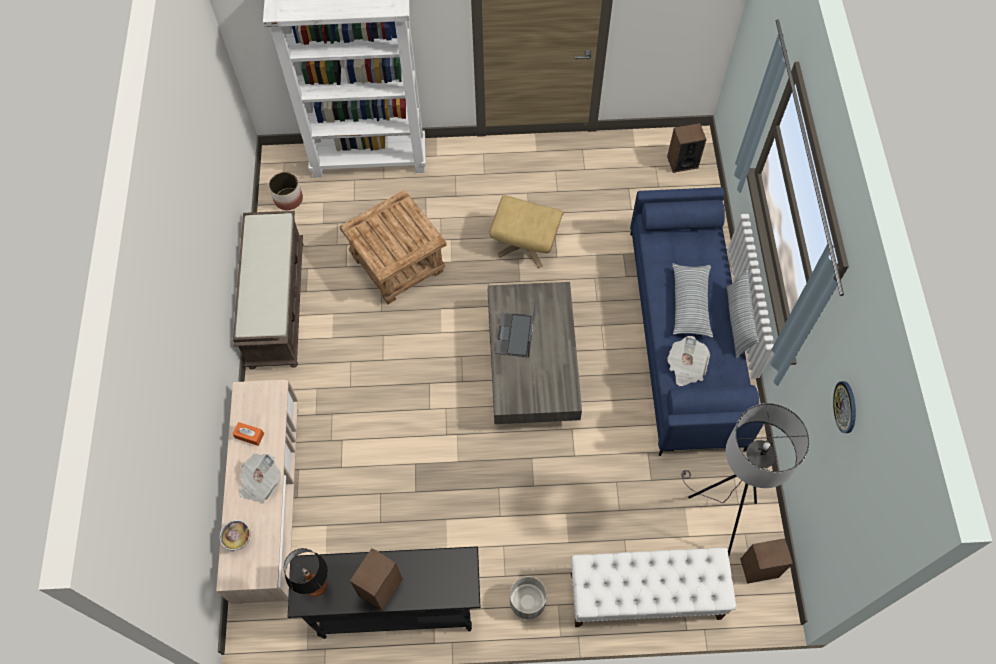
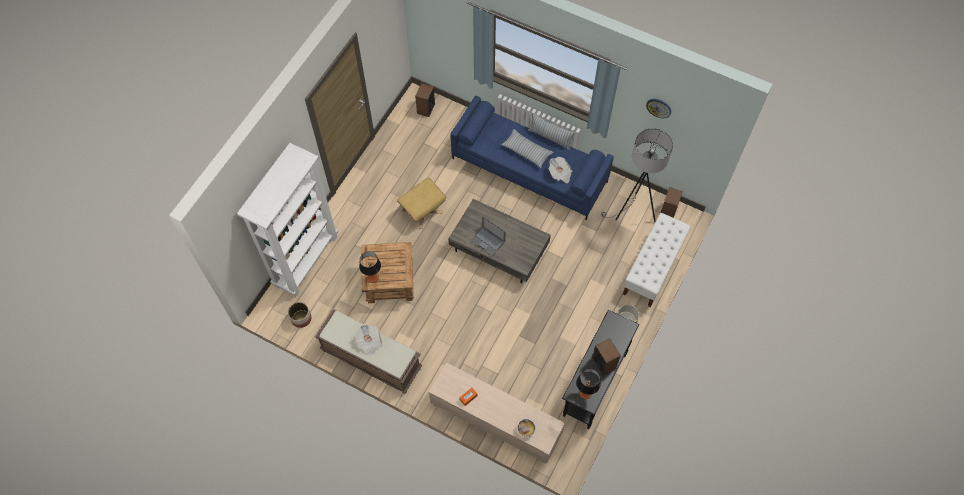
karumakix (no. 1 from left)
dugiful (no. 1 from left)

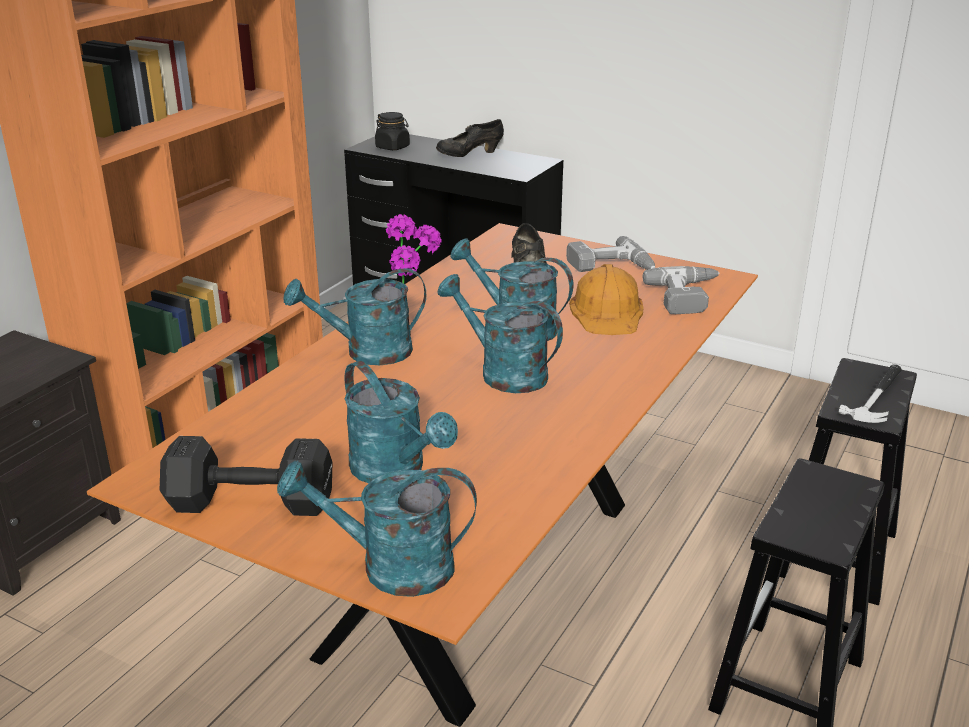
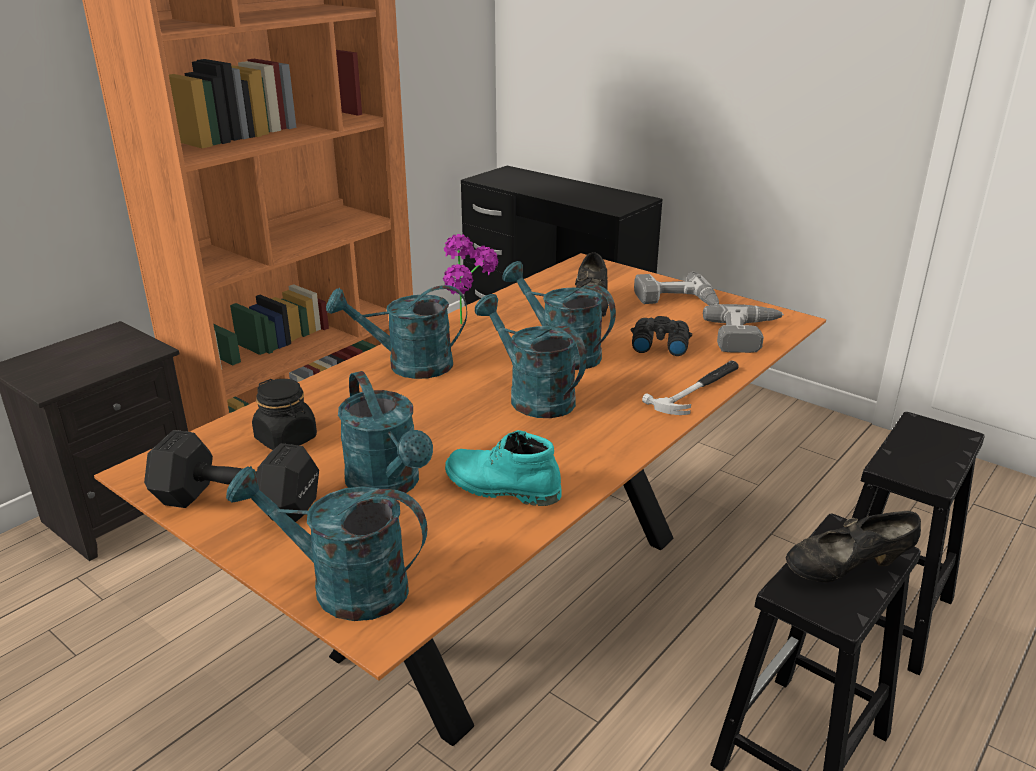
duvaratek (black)
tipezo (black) (no. 2 from left)
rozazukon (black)
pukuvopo
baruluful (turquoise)

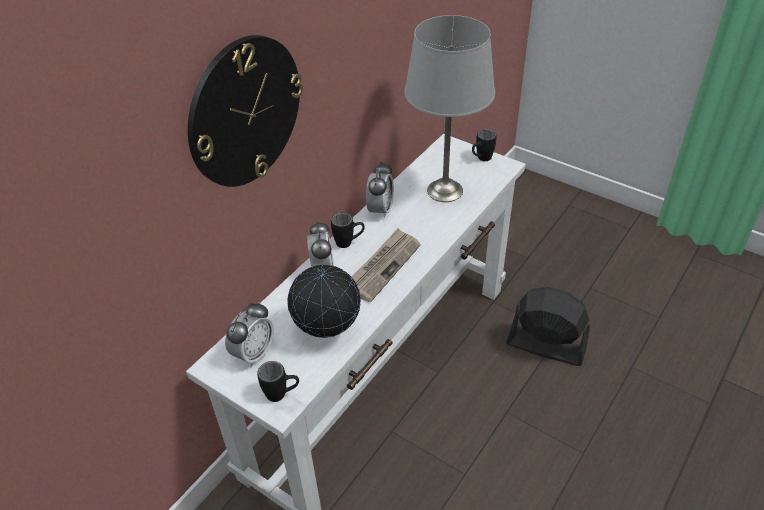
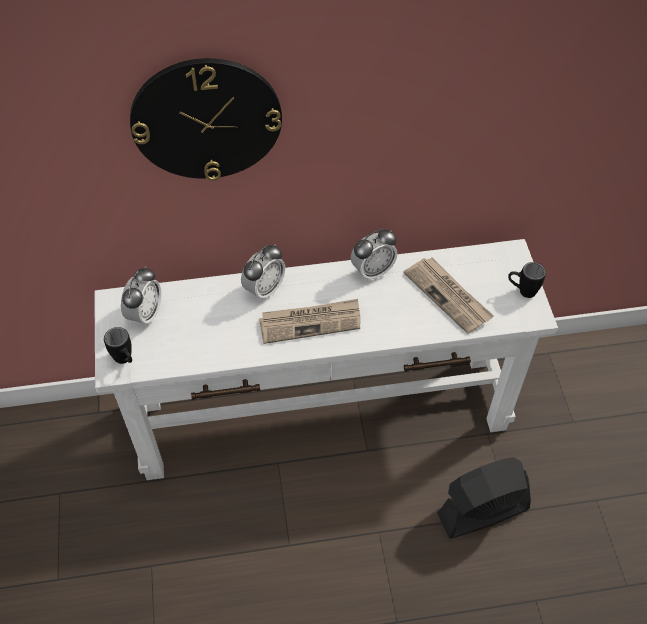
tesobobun (no. 1 from left)
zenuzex
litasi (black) (no. 2 from left in the first image)
karumakix (no. 2 from left)
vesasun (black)

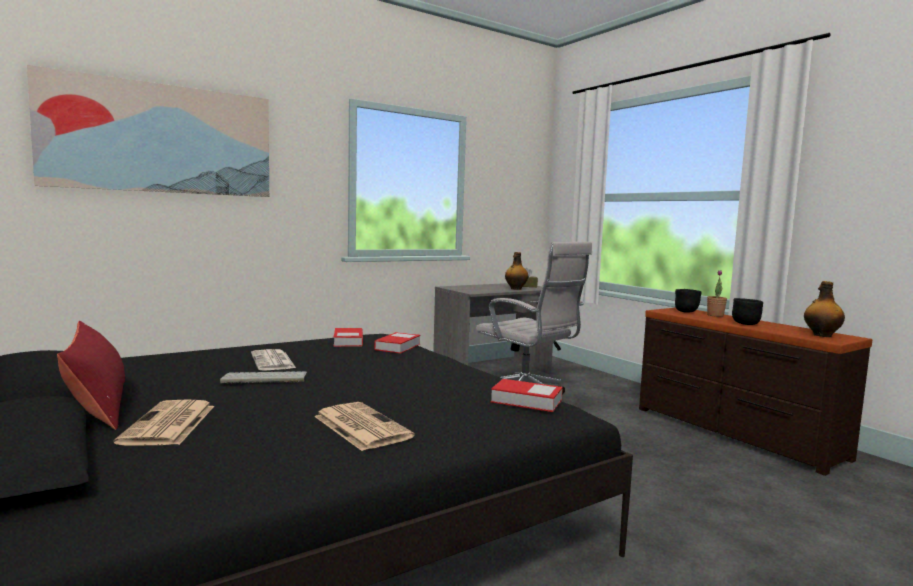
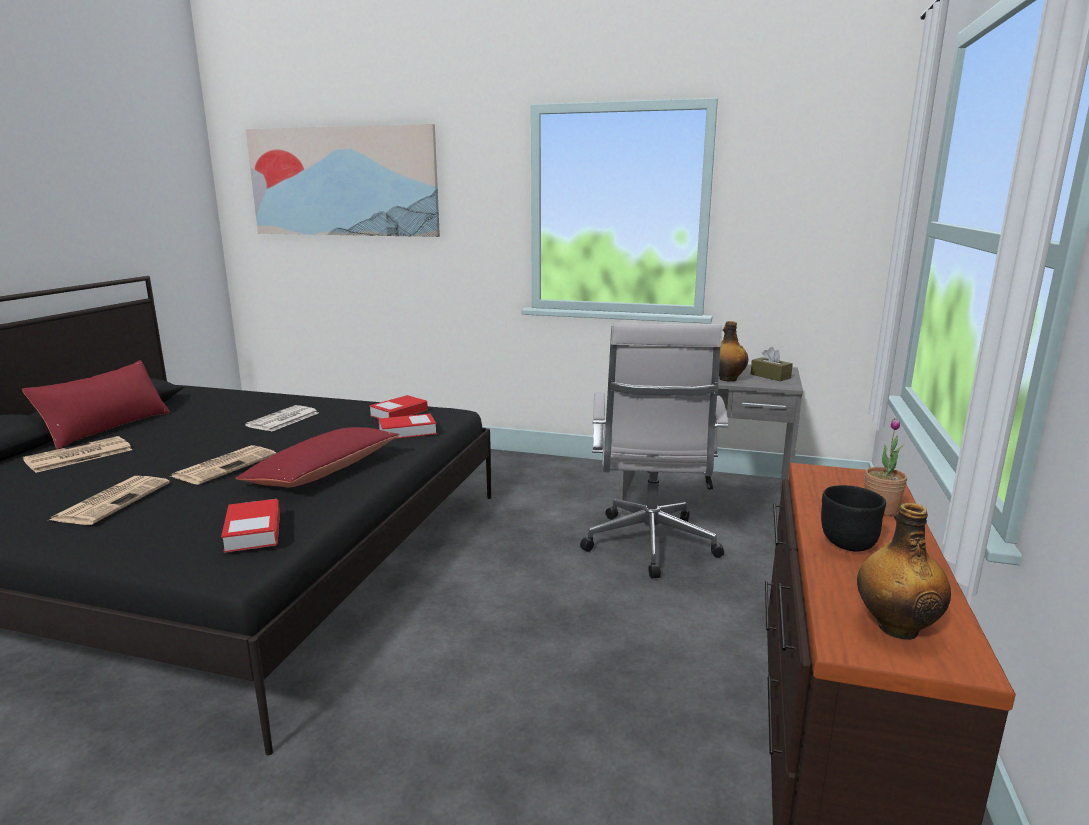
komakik
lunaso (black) (no. 1 from left in the first image)
karumakix (no. 3 from left)
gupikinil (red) (no. 2 from left)

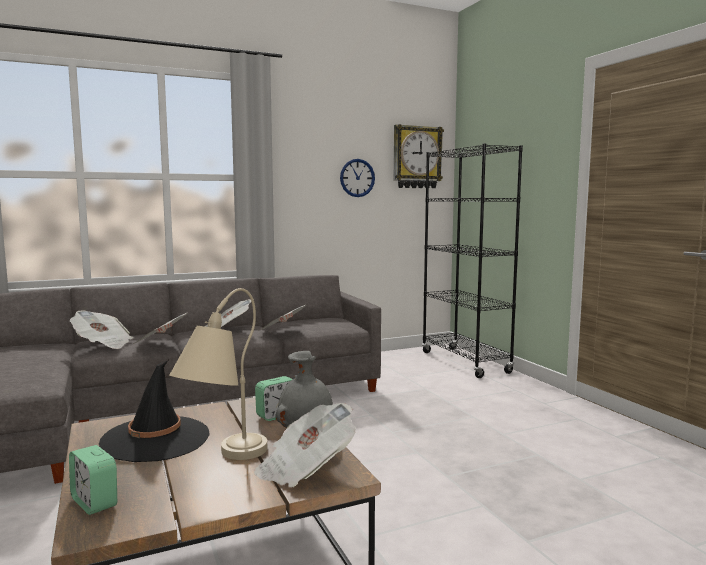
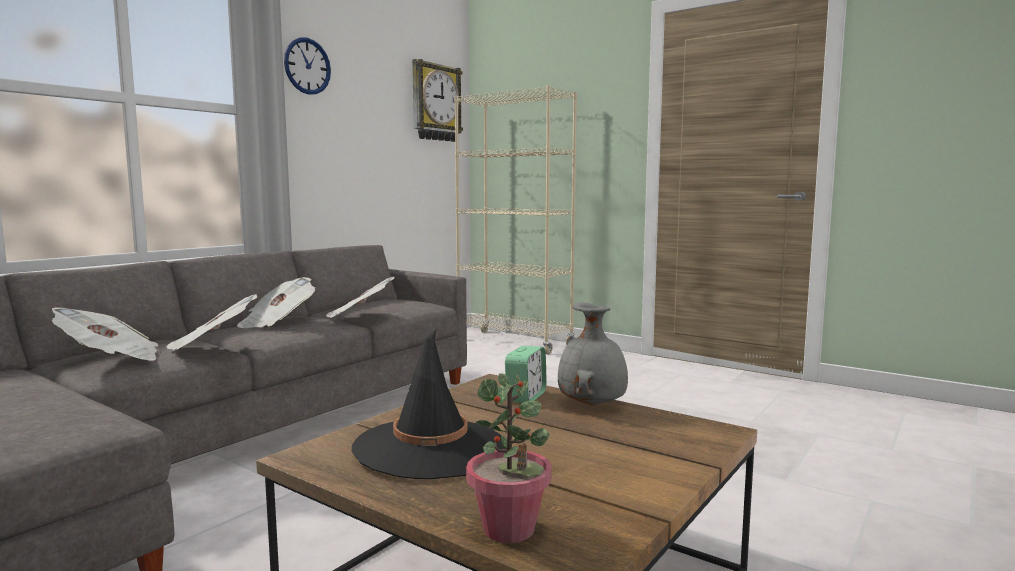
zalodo
dugiful (beige)
karumakix (no. 5 from left in the first image)
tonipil (no. 1 from left)
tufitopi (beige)

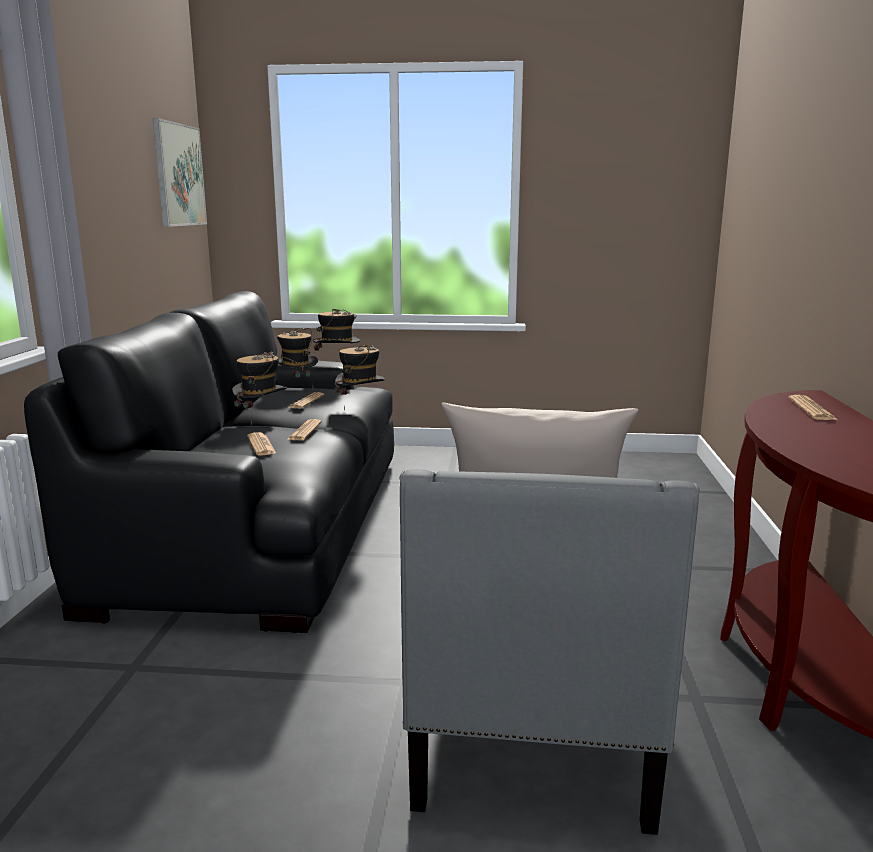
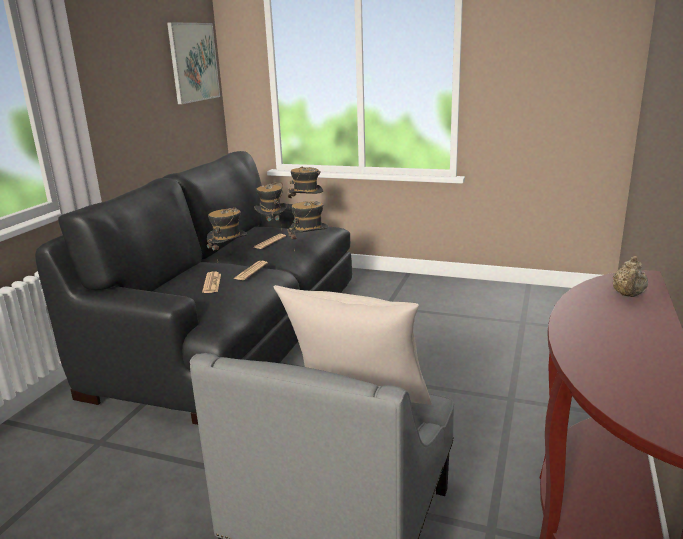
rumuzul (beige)

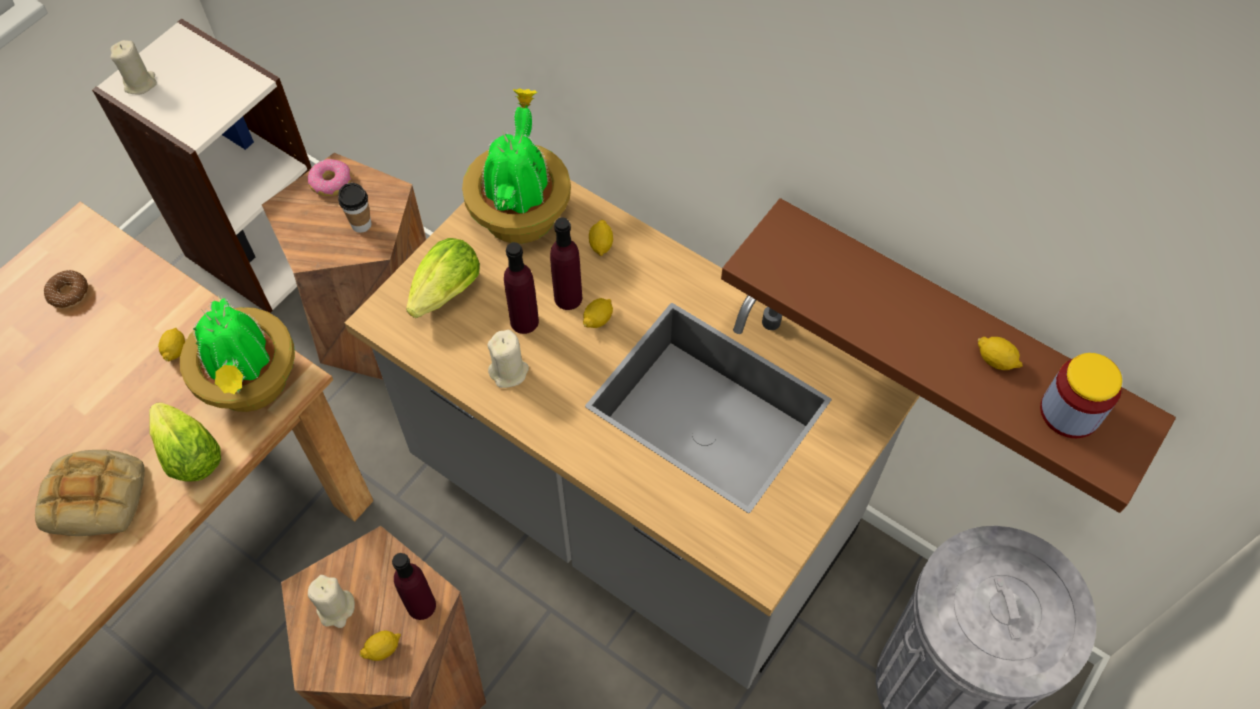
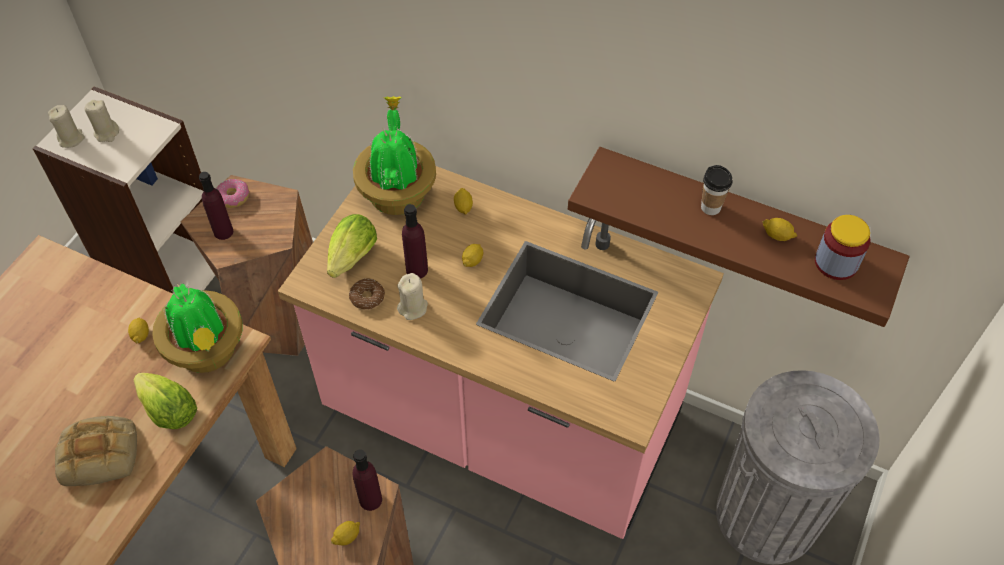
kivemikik (no. 2 from left)
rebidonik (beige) (no. 2 from left)
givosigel
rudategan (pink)
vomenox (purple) (no. 1 from left)

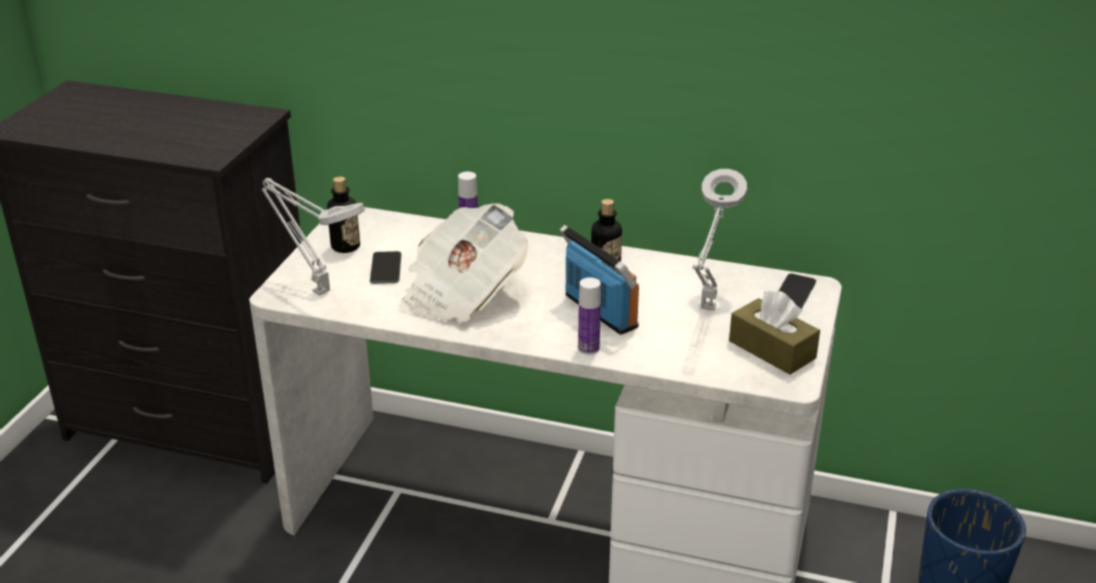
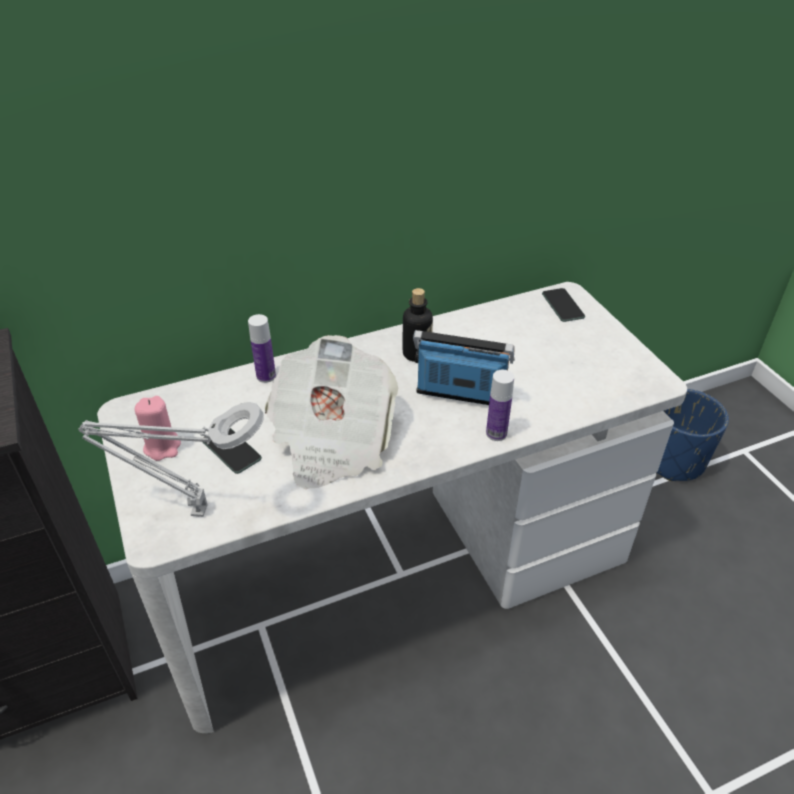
rebidonik (pink)
dugiful (grey) (no. 2 from left in the first image)
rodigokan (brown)

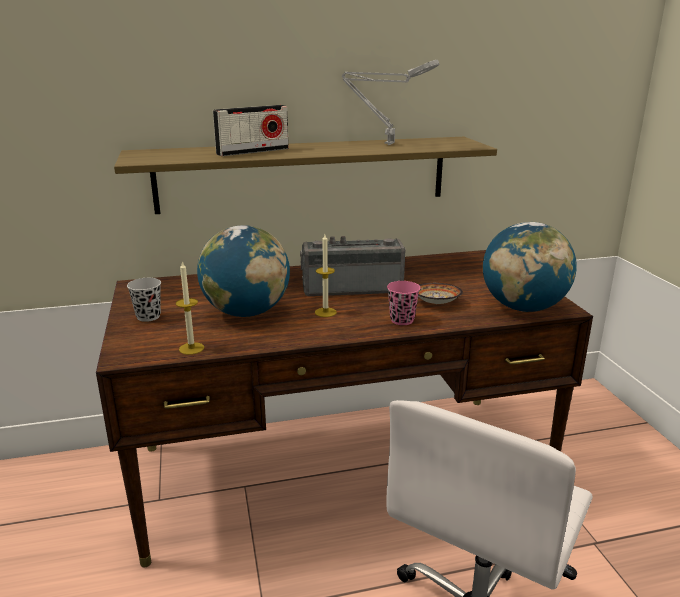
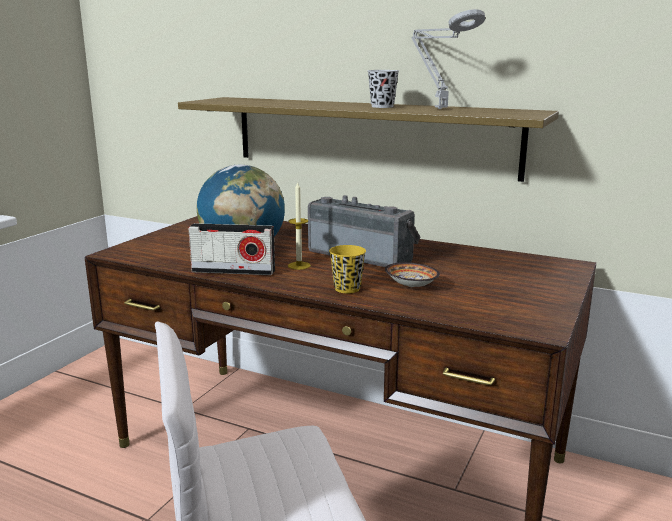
givosigel (black)
rebidonik (no. 1 from left in the first image)
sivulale (no. 1 from left)
givosigel (yellow)
zenuzex (no. 2 from left in the first image)

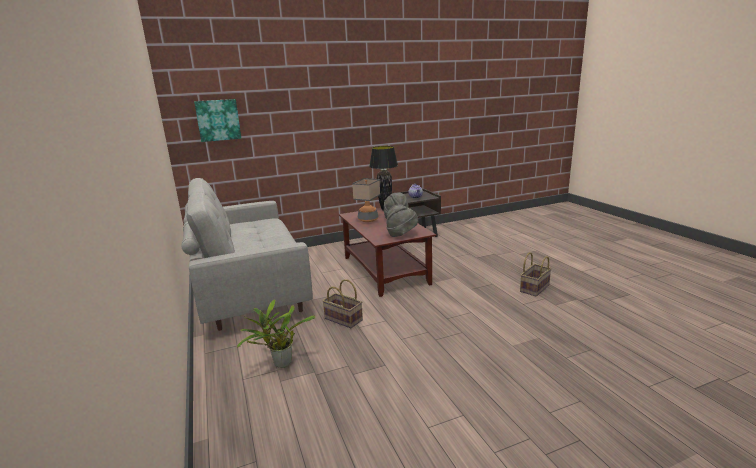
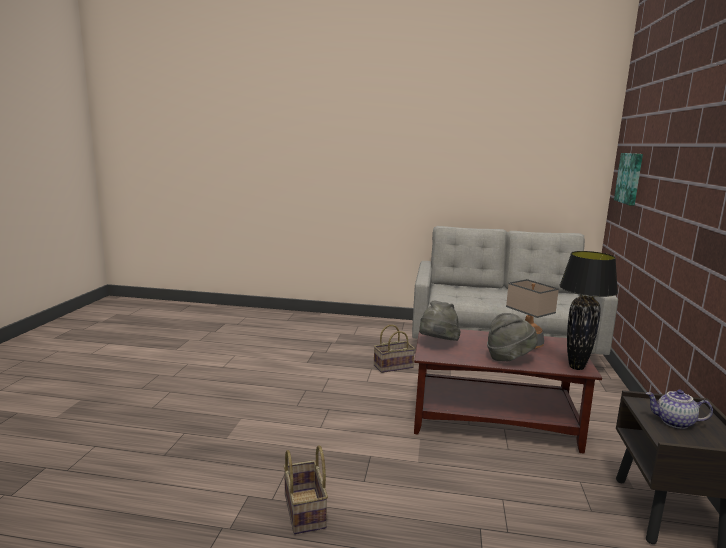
zalodo

